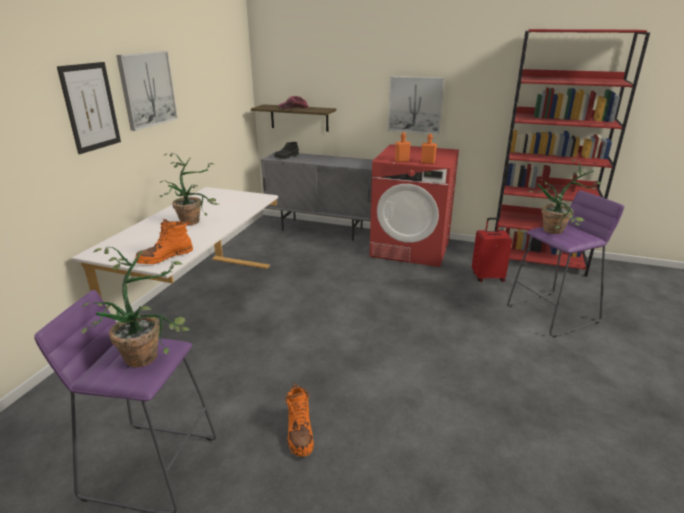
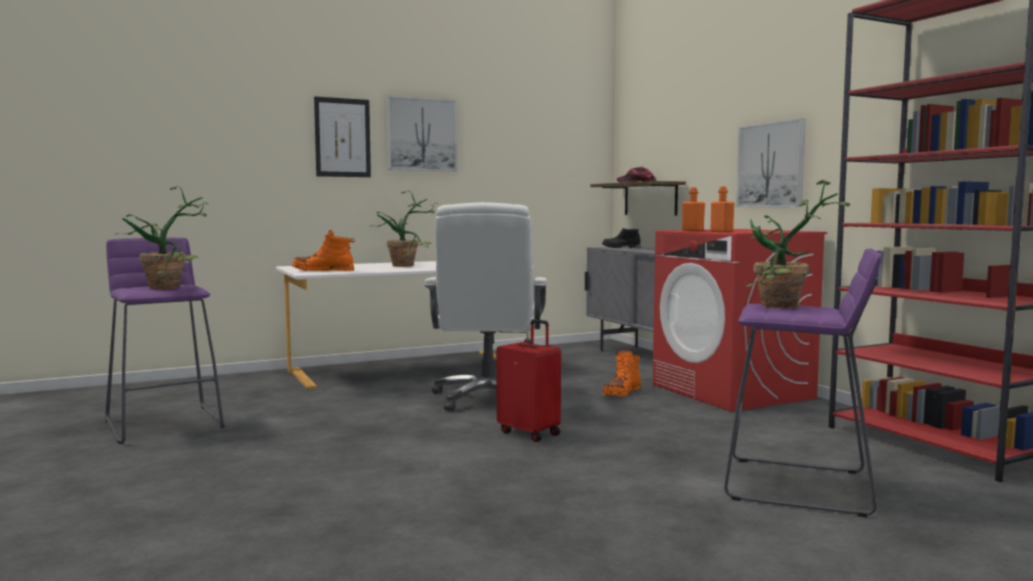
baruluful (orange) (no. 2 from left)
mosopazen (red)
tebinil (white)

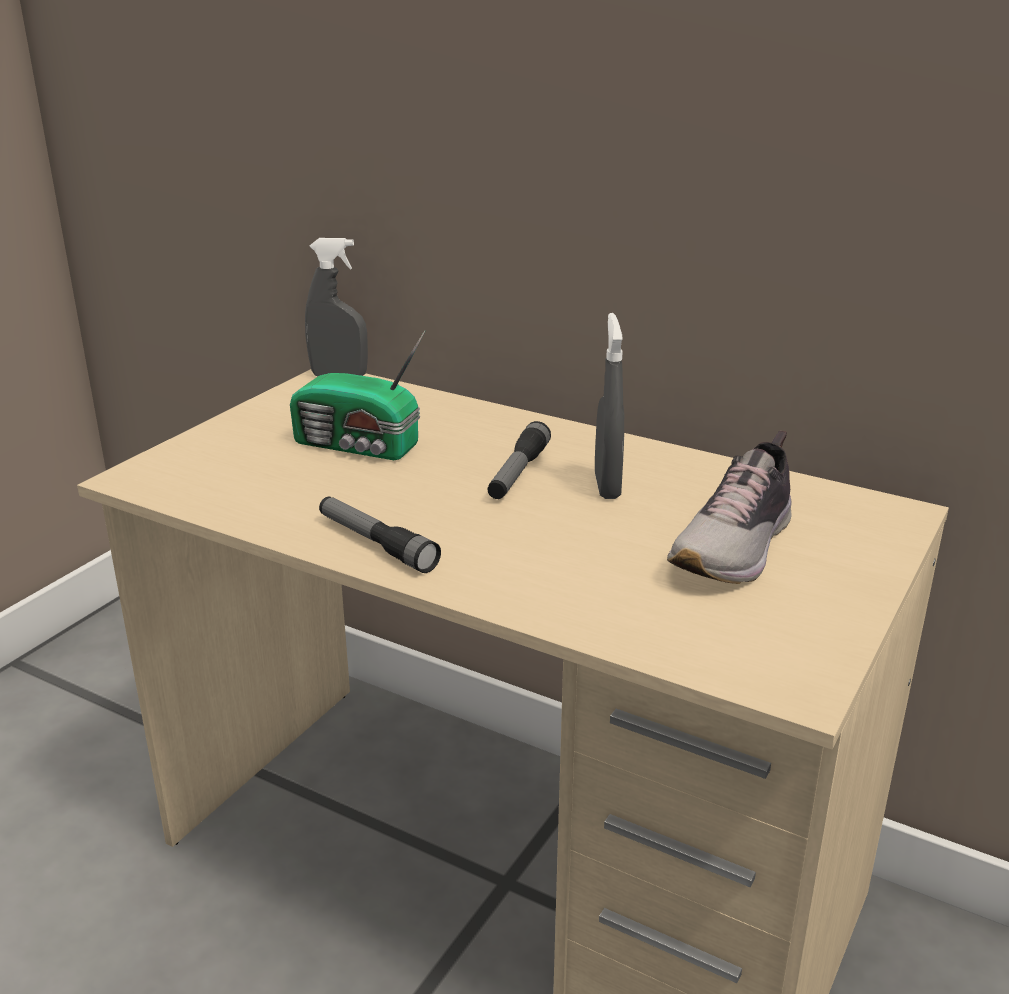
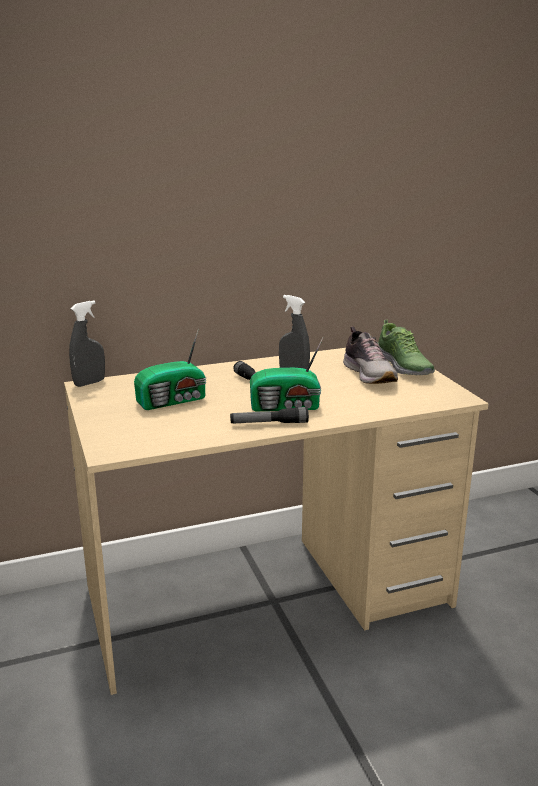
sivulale (no. 2 from left)
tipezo (no. 2 from left)

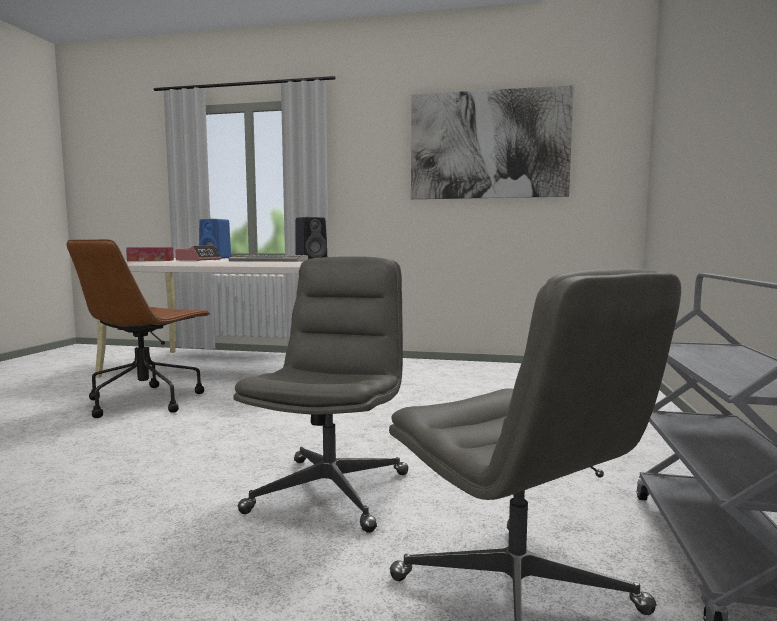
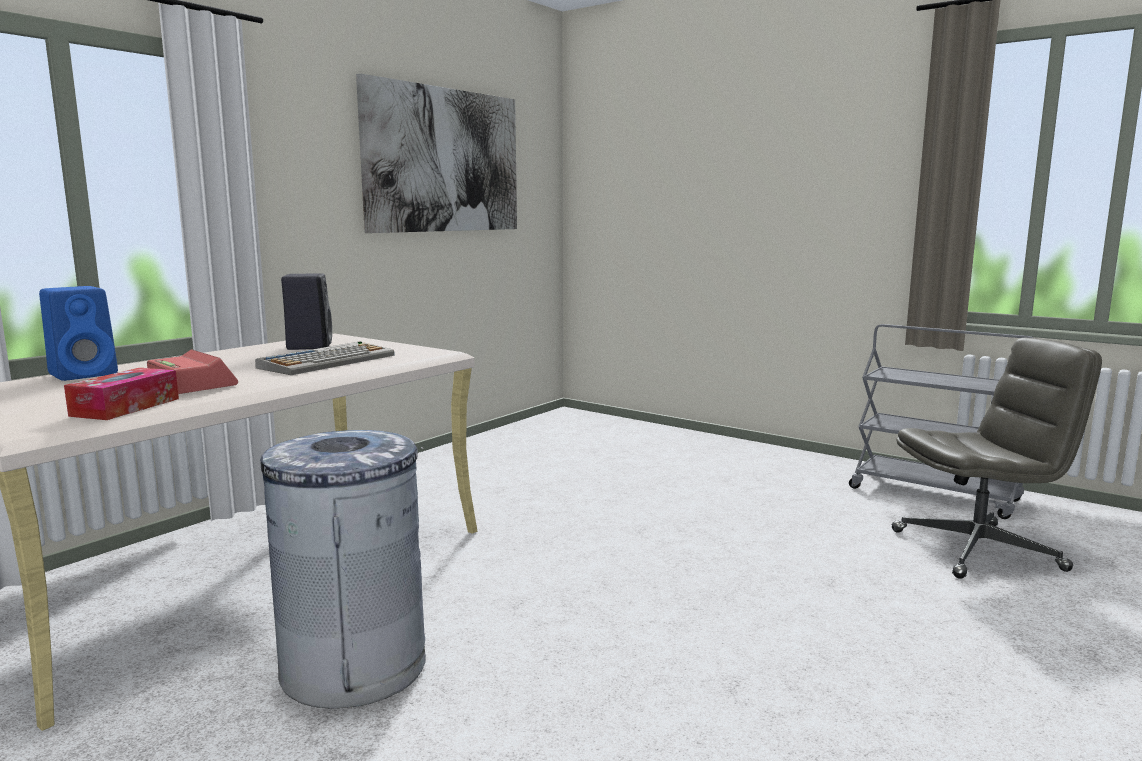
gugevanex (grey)
tebinil (grey) (no. 1 from left in the first image)

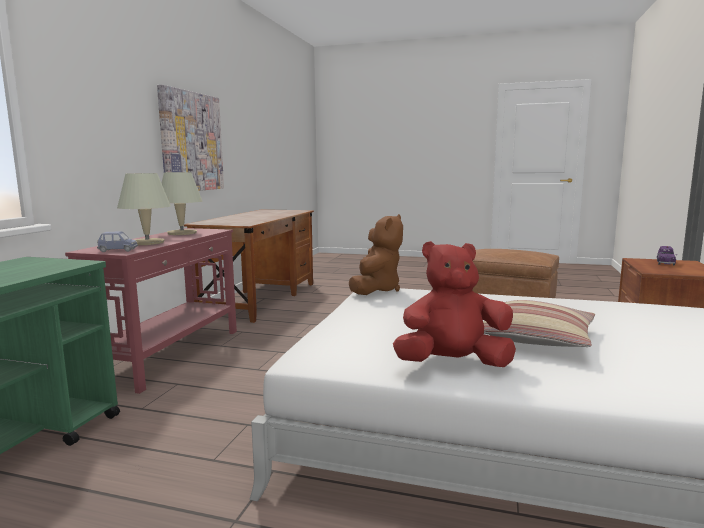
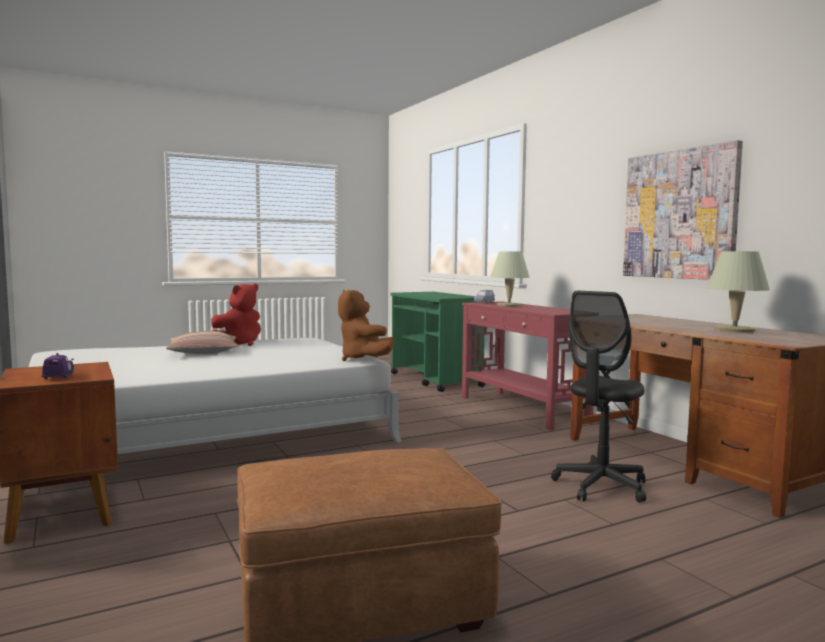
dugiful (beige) (no. 2 from left)
tebinil (black)

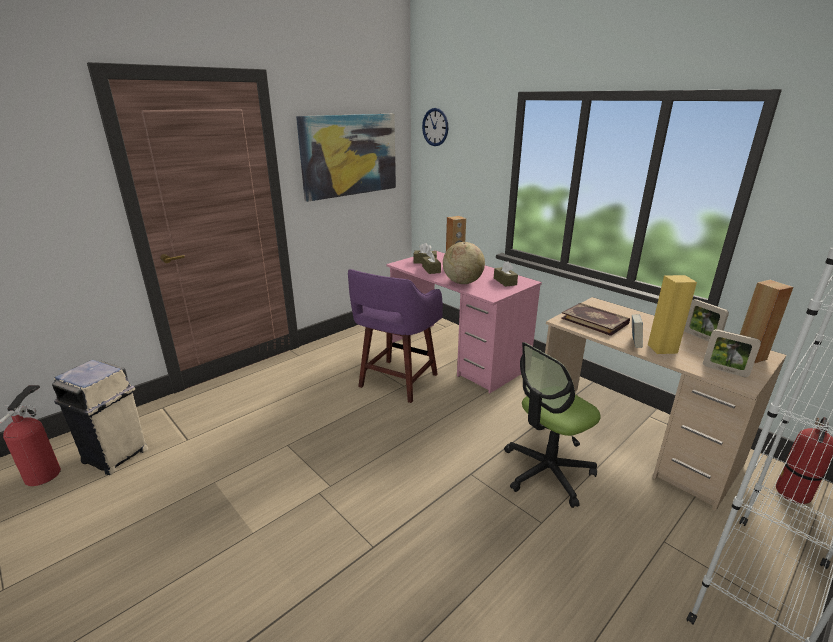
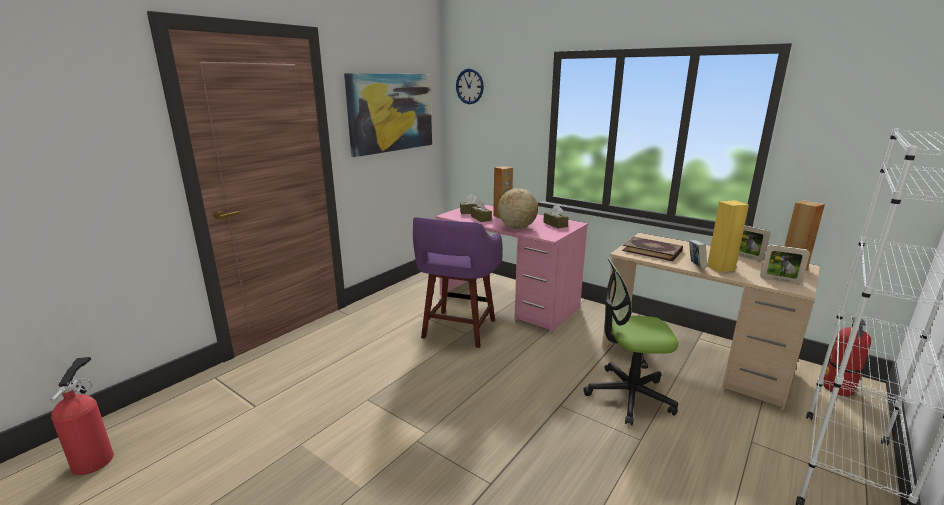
gugevanex (beige)
tebinil

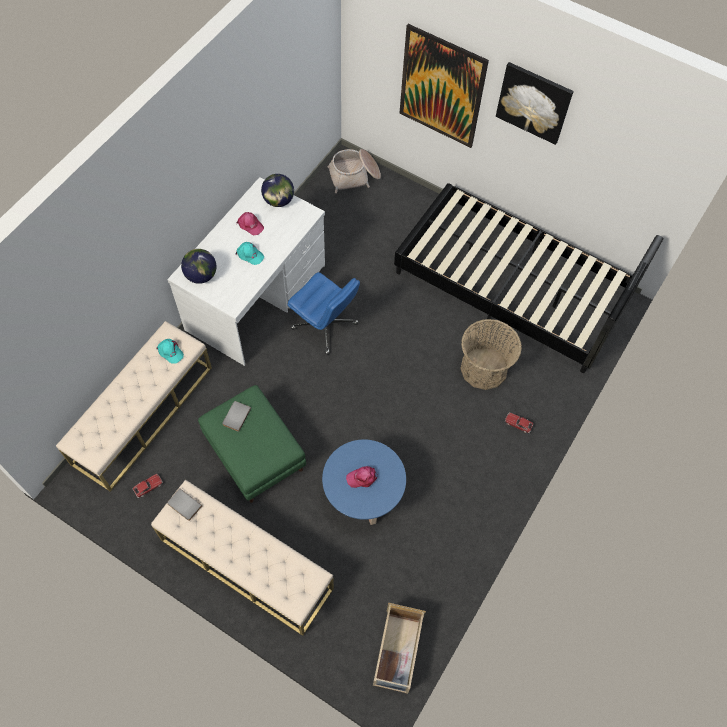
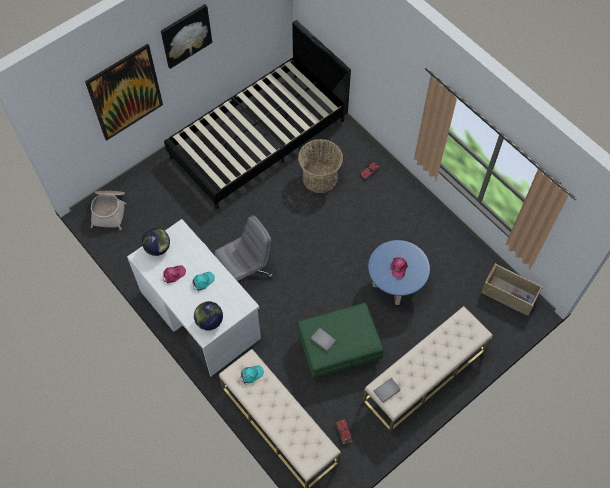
tebinil (grey)

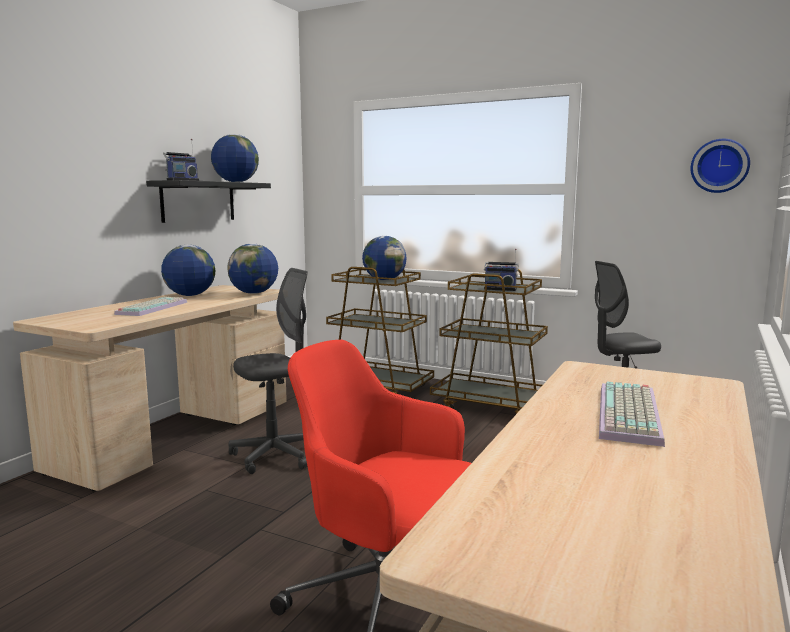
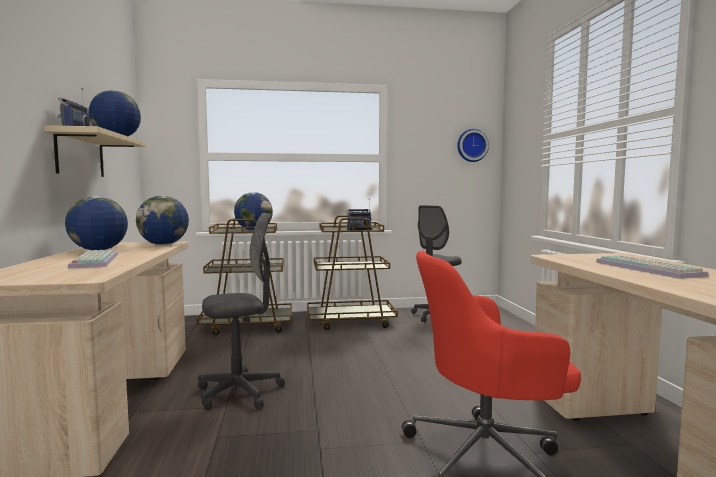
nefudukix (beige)
tebinil (grey) (no. 1 from left)

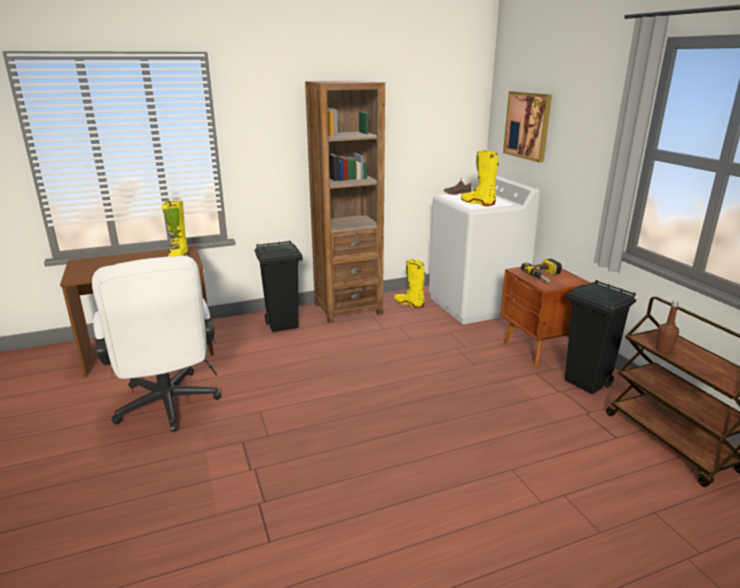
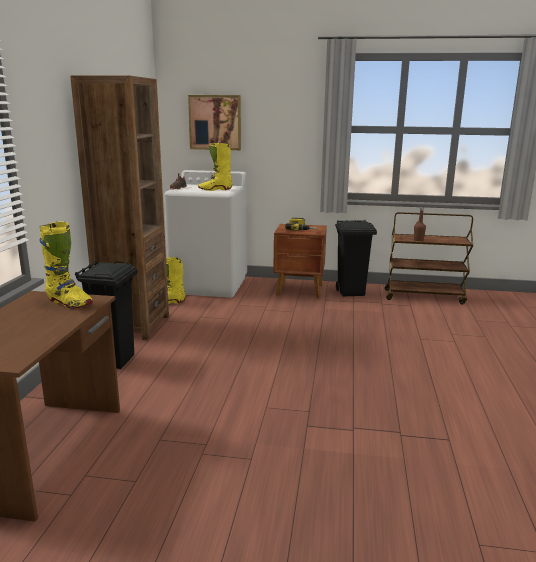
tebinil (white)

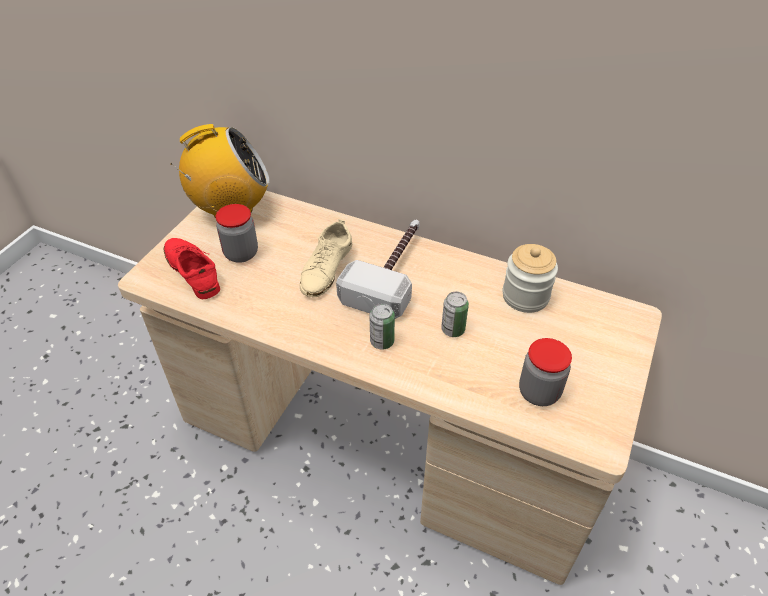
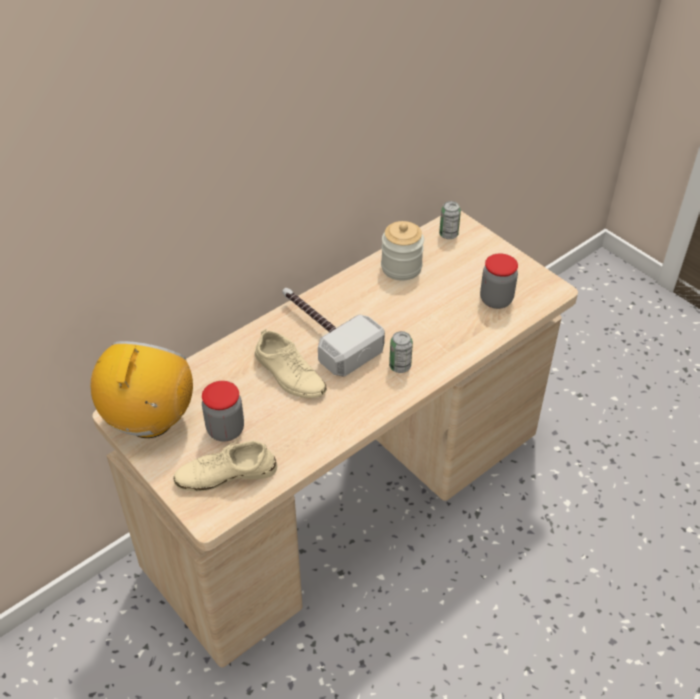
tipezo (beige) (no. 1 from left)
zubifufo (no. 2 from left)

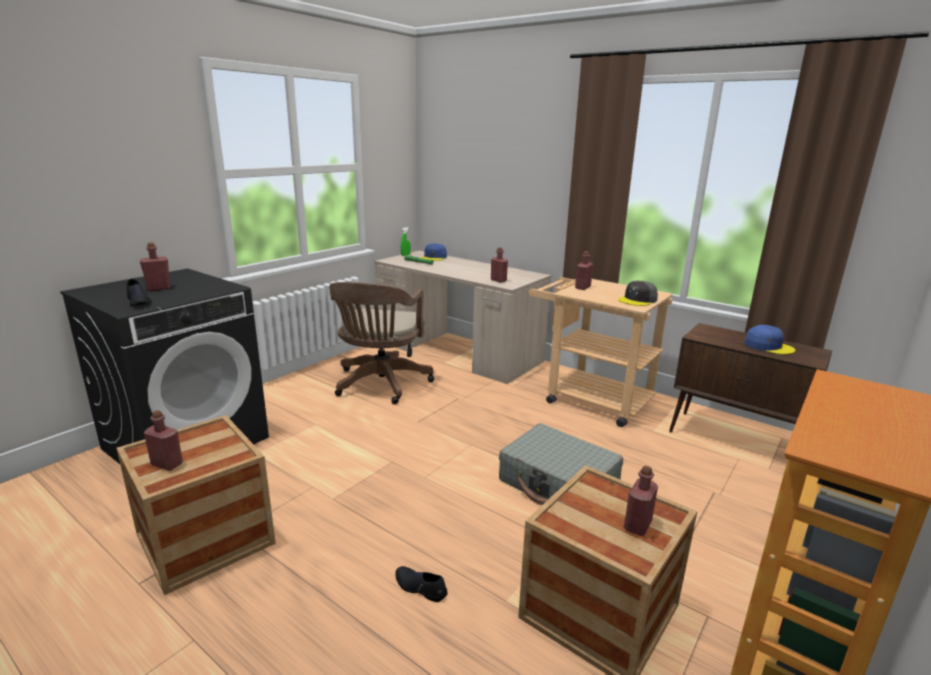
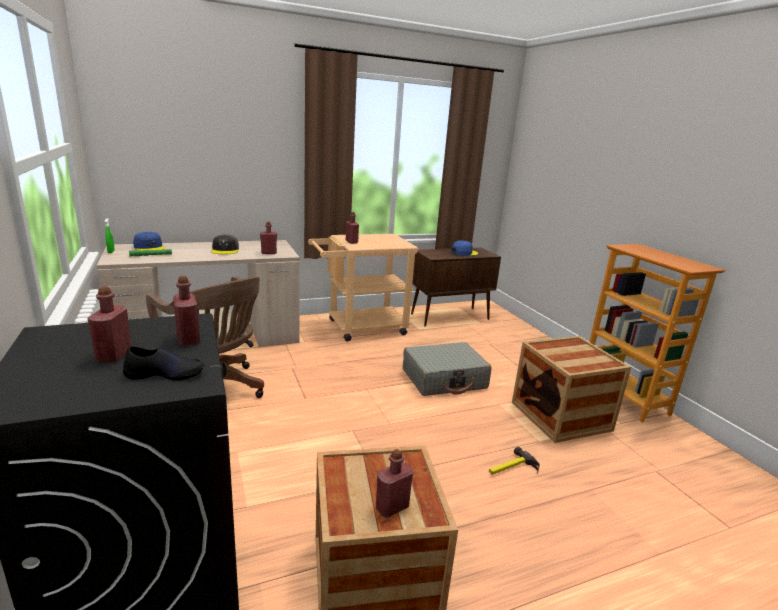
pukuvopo
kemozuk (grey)
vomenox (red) (no. 2 from left)

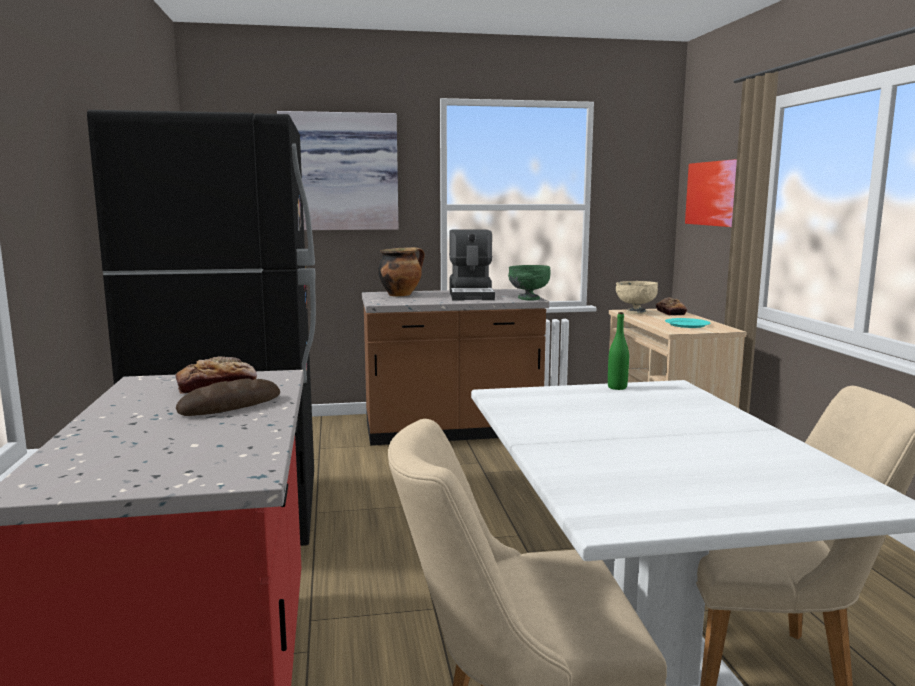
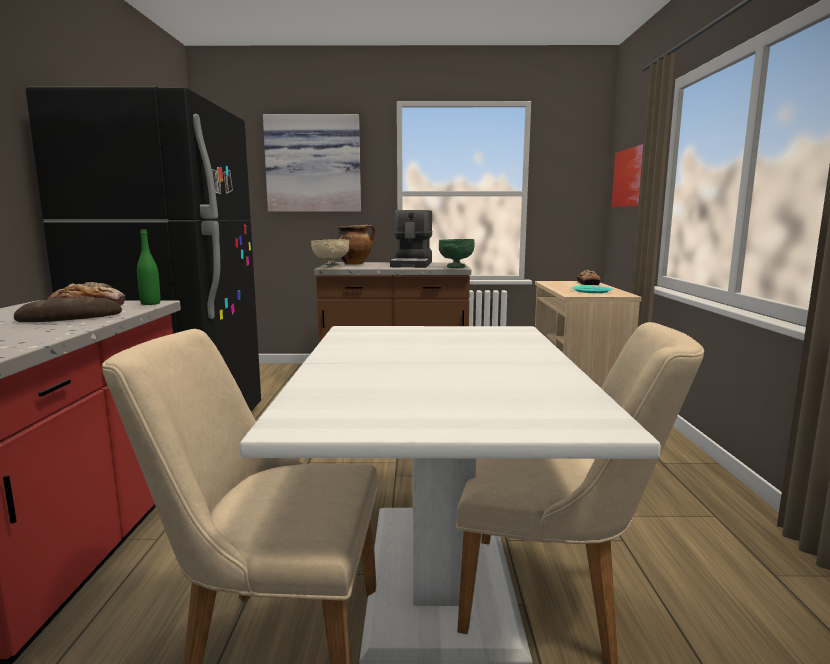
vomenox (green)
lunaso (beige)

